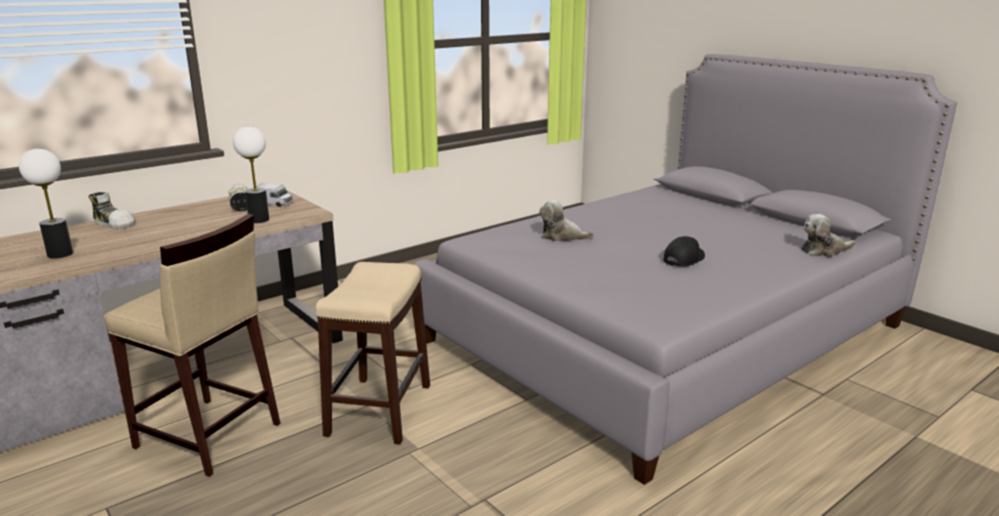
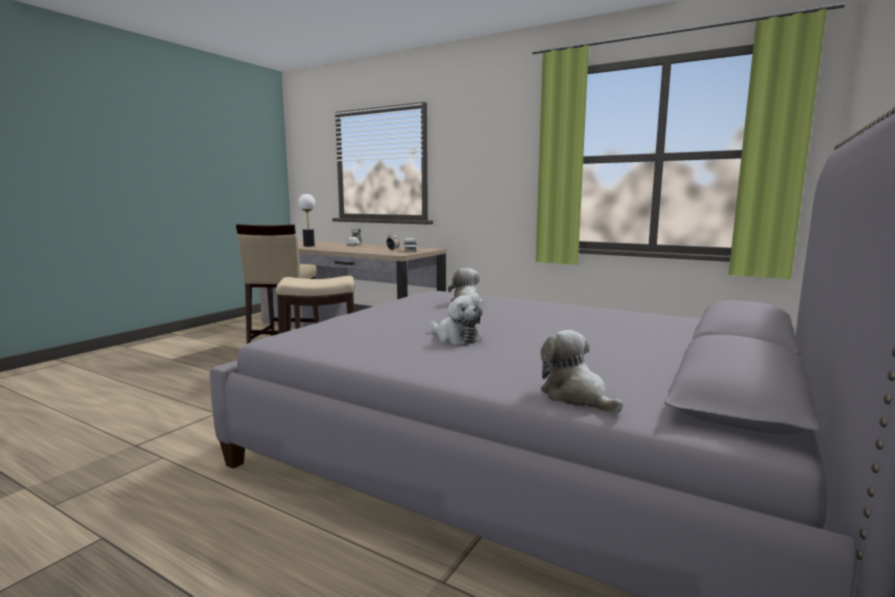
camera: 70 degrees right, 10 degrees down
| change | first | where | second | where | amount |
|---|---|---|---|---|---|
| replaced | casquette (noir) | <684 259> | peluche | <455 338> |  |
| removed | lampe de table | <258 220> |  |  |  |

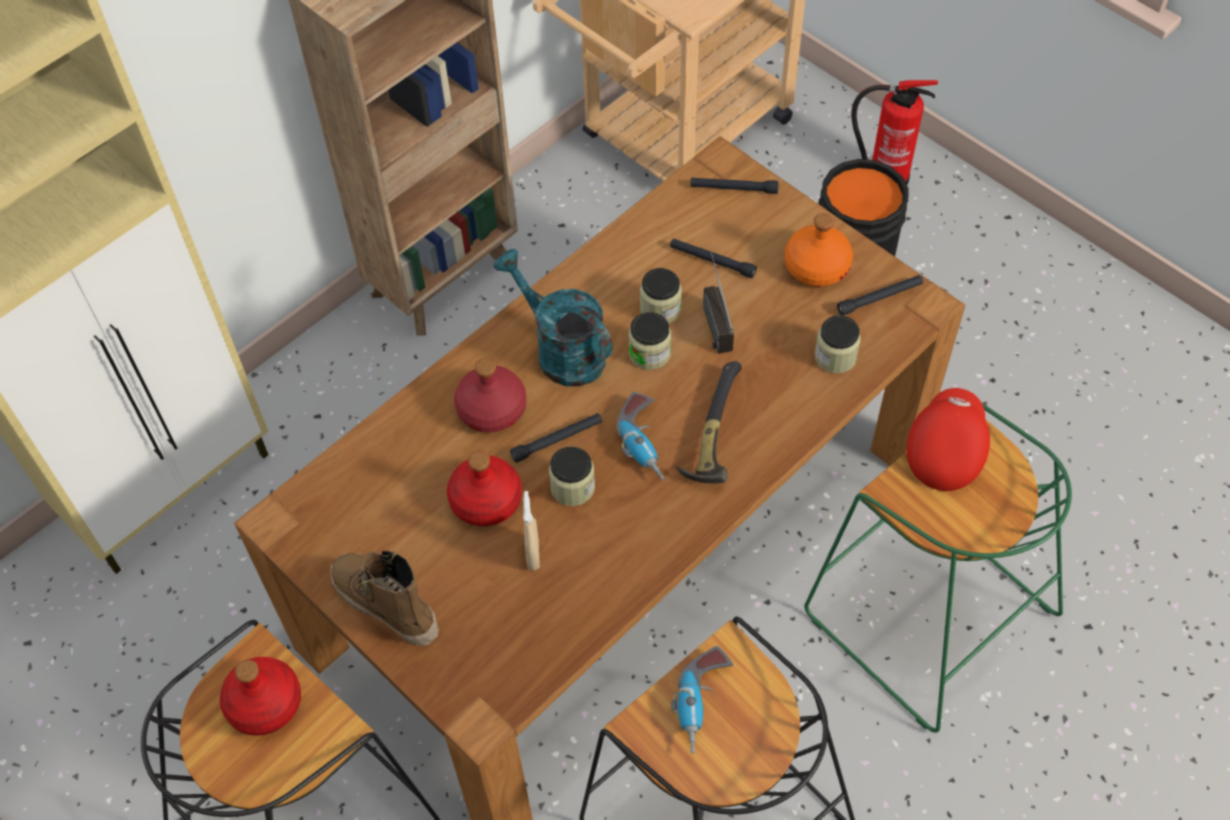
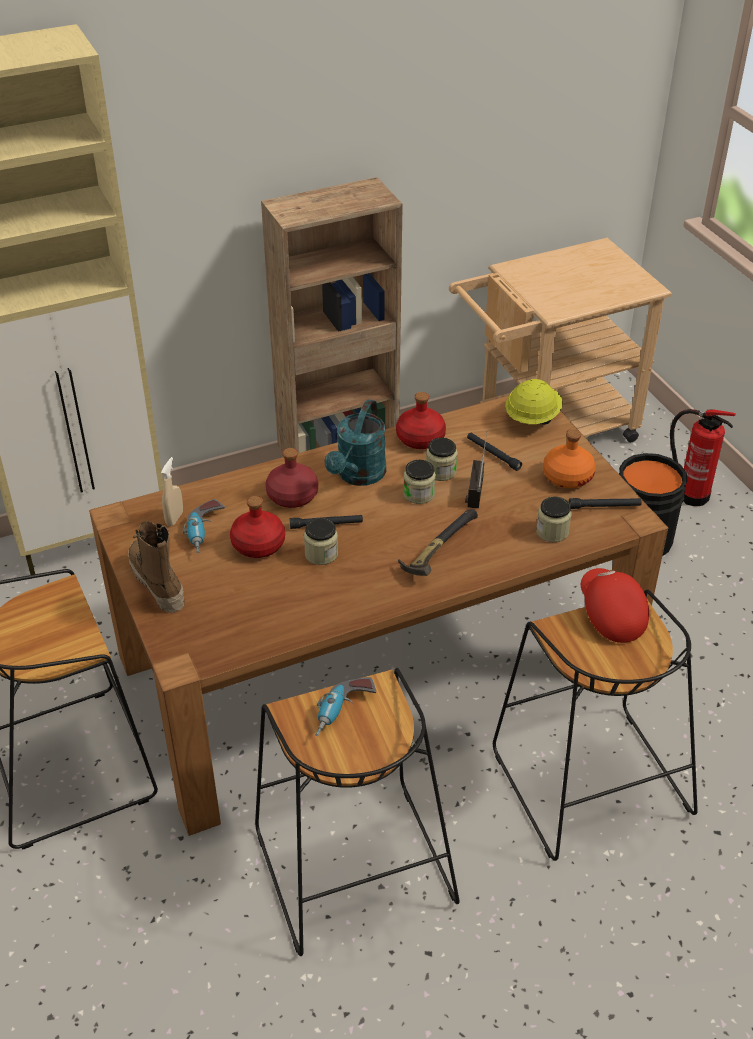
camera: 20 degrees right, 15 degrees down
| change | first | where | second | where | amount |
|---|---|---|---|---|---|
| moved | vaporisateur (beige) | <533 554> |  | <174 518> |  |
| moved | perceuse | <646 443> |  | <205 533> |  |
| turned | arrosoir (turquoise) | <561 350> |  | <358 476> | 135 degrees counterclockwise |
| moved | bouteille (rouge) | <266 703> |  | <421 438> |  |
| recoloured | tabouret (vert) | <925 613> | tabouret (noir) | <587 780> |  |
| replaced | lampe de poche (noir) | <733 189> | casque de chantier (jaune) | <532 418> |  |
| turned | casquette (rouge) | <945 448> |  | <610 614> | 60 degrees counterclockwise |

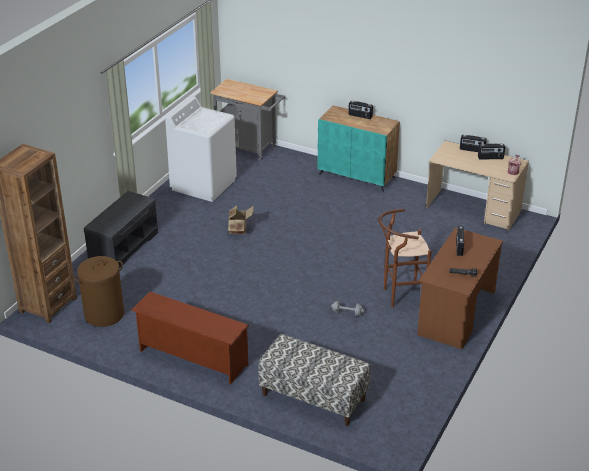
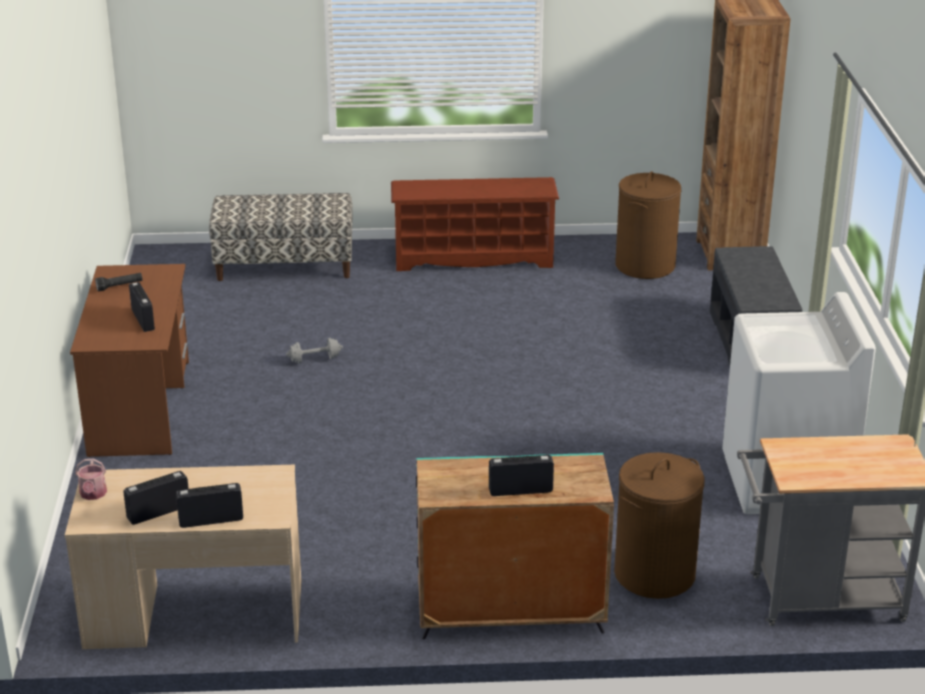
camera: 150 degrees right, 5 degrees down
| change | first | where | second | where | amount |
|---|---|---|---|---|---|
| added |  |  | panier à linge (marron) | <654 573> |  |
| removed | carton | <239 229> |  |  |  |
| removed | tabouret (marron) | <399 296> |  |  |  |

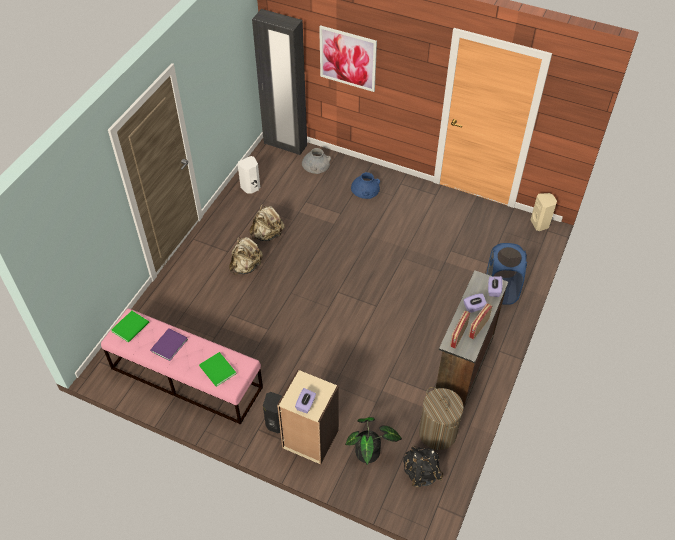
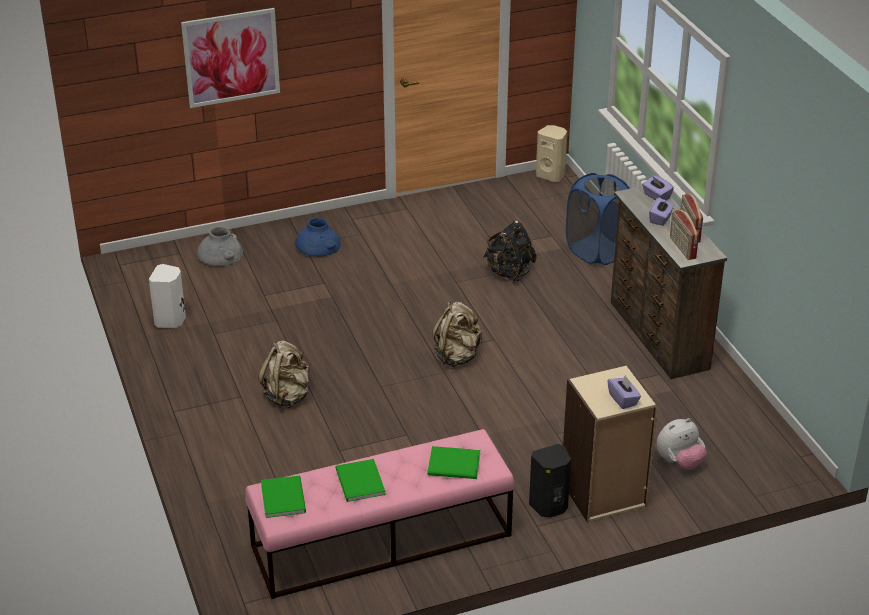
camera: 45 degrees left, 15 degrees down
| change | first | where | second | where | amount |
|---|---|---|---|---|---|
| recoloured | livre (violet) | <168 345> | livre (vert) | <359 483> |  |
| moved | sac à dos (beige) | <267 235> |  | <457 356> |  |
| moved | sac à dos (noir) | <421 473> |  | <509 272> |  |
| replaced | plante en pot | <370 453> | peluche | <679 462> |  |
| removed | armoire (noir) | <285 144> |  |  |  |
| removed | panier à linge | <437 433> |  |  |  |

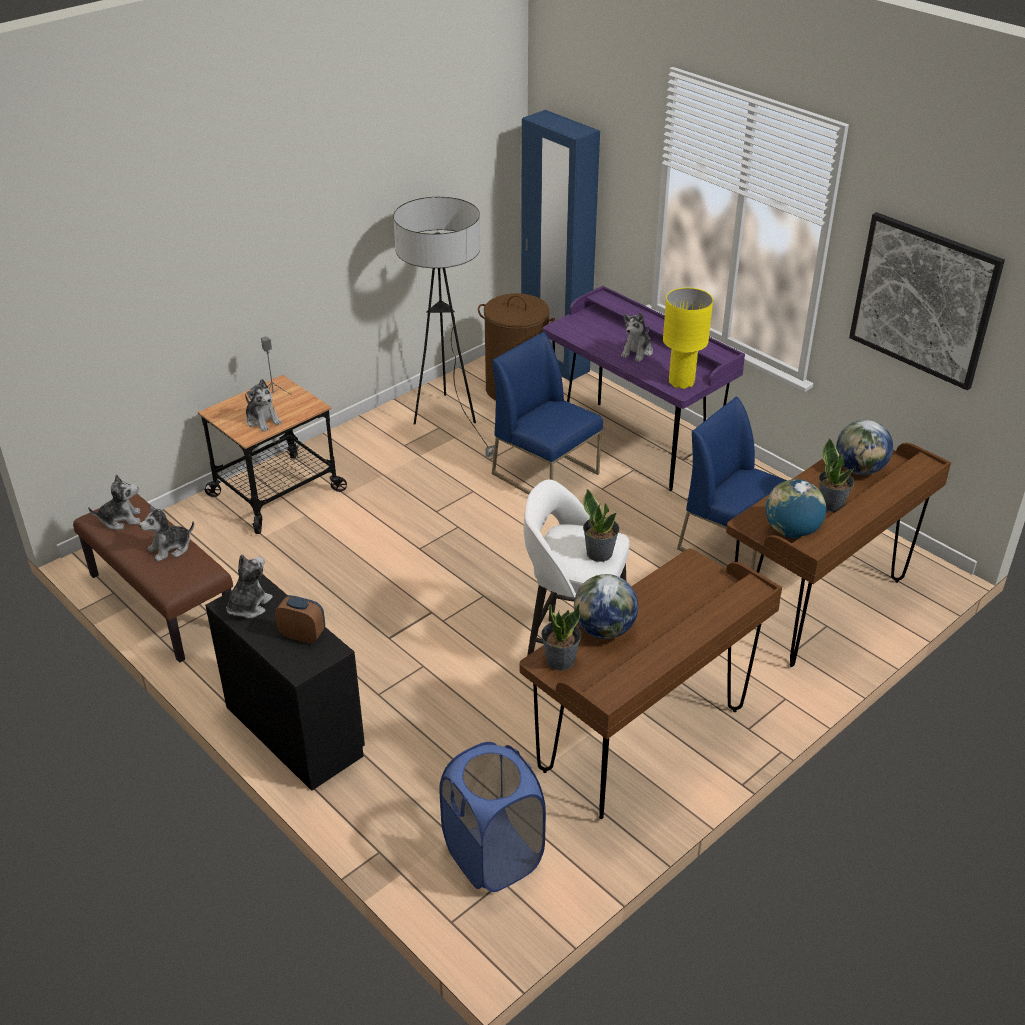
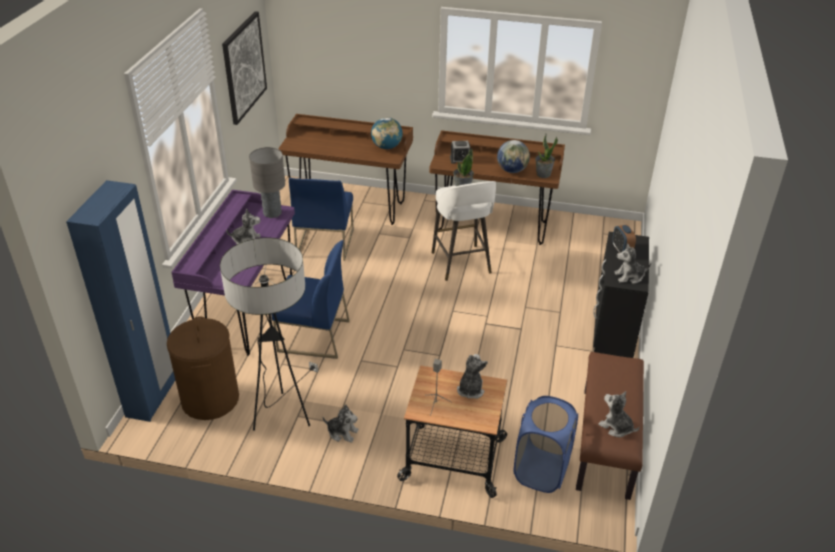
camera: 125 degrees left, 0 degrees up
| change | first | where | second | where | amount |
|---|---|---|---|---|---|
| recoloured | lampe de table (jaune) | <681 382> | lampe de table (gris) | <272 213> |  |
| turned | chaise (bleu) | <546 474> |  | <313 336> | 90 degrees counterclockwise |
| moved | peluche | <170 548> |  | <342 432> |  |
| added |  |  | réveil | <460 159> |  |
| moved | panier à linge (bleu) | <493 856> |  | <541 470> |  |
| removed | plante en pot | <831 504> |  |  |  |
| removed | globe | <860 469> |  |  |  |

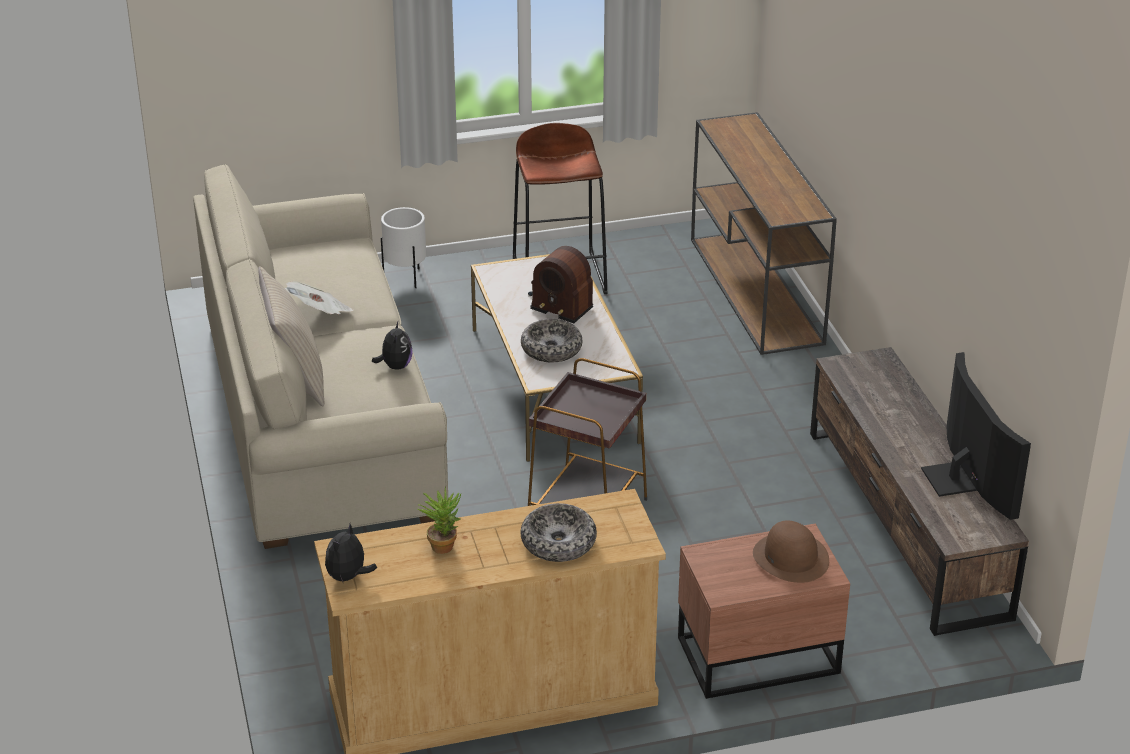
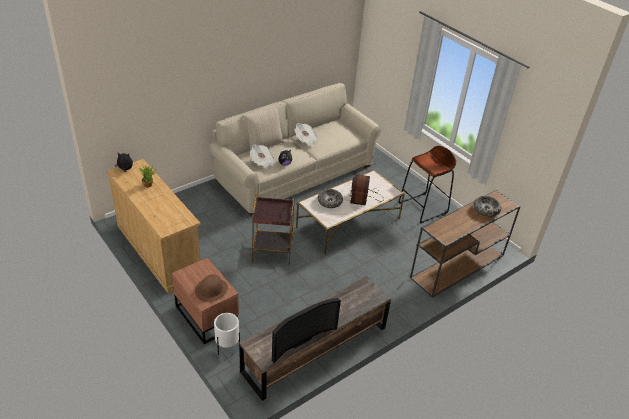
camera: 65 degrees right, 5 degrees up
| change | first | where | second | where | amount |
|---|---|---|---|---|---|
| moved | cache-pot (blanc) | <406 279> |  | <227 347> |  |
| added |  |  | journal | <262 162> |  |
| moved | bol | <558 542> |  | <486 209> |  |

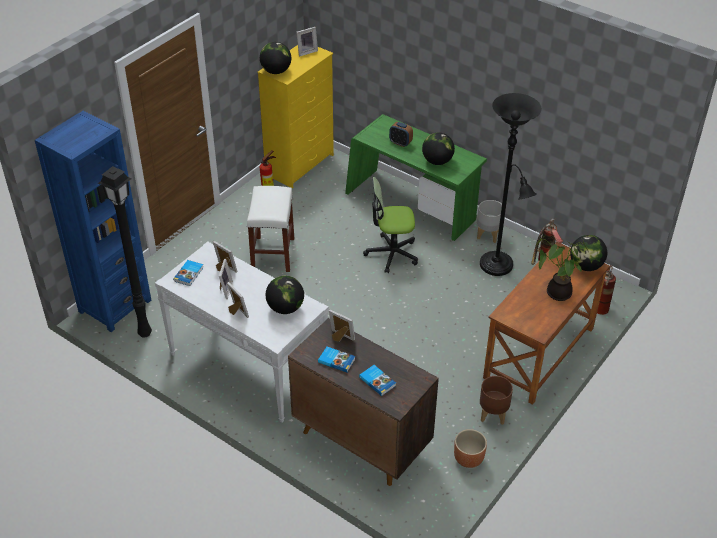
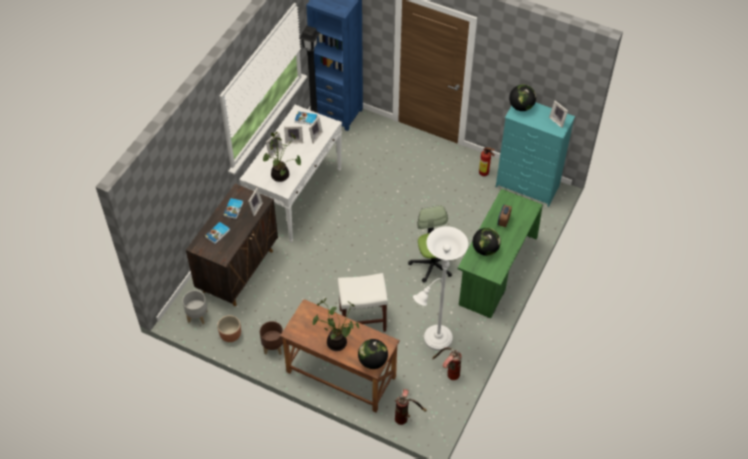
camera: 80 degrees right, 10 degrees up
| change | first | where | second | where | amount |
|---|---|---|---|---|---|
| moved | cache-pot (gris) | <488 235> |  | <197 316> |  |
| replaced | globe | <285 308> | plante en pot | <282 176> |  |
| moved | tabouret (blanc) | <272 253> |  | <363 319> |  |
| recoloured | lampadaire (noir) | <499 267> | lampadaire (blanc) | <435 340> |  |
| recoloured | commode (jaune) | <300 165> | commode (turquoise) | <527 187> |  |

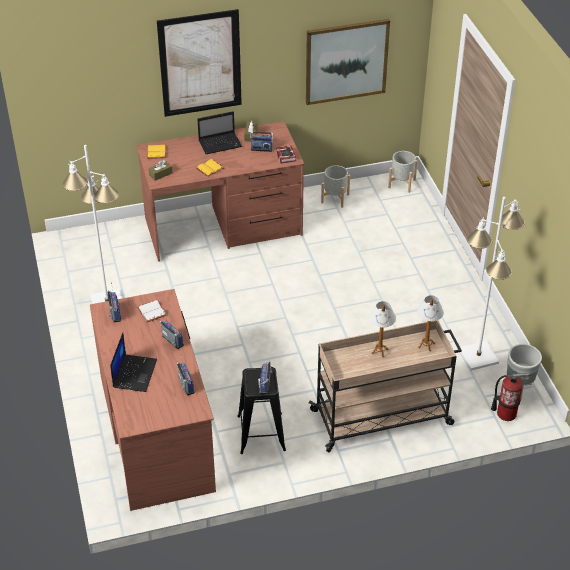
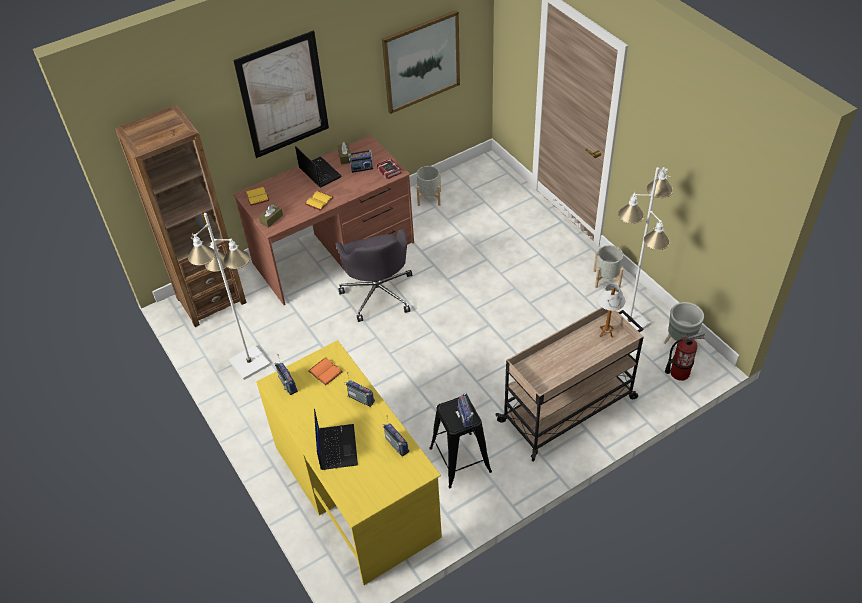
camera: 15 degrees left, 5 degrees up
| change | first | where | second | where | amount |
|---|---|---|---|---|---|
| added |  |  | bibliothèque (marron) | <211 300> |  |
| recoloured | bureau (marron) | <156 432> | bureau (jaune) | <356 489> |  |
| turned | ordinateur portable | <221 144> |  | <319 172> | 90 degrees counterclockwise |
| recoloured | livre (blanc) | <150 311> | livre (orange) | <324 372> |  |
| added |  |  | chaise de bureau (gris) | <378 293> |  |
| moved | cache-pot (gris) | <401 183> |  | <606 279> |  |
| removed | lampe de table | <379 351> |  |  |  |

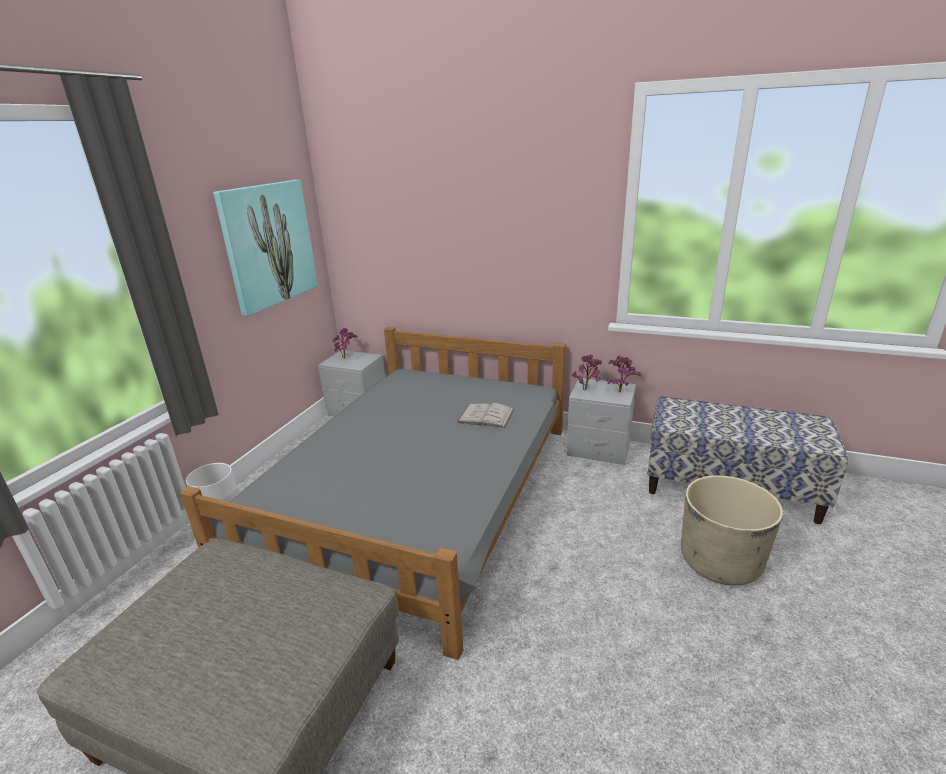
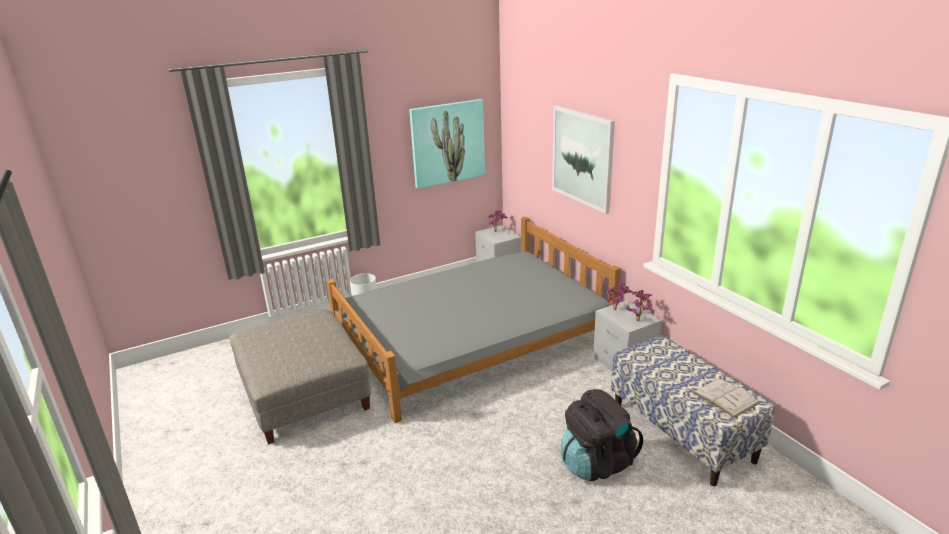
camera: 40 degrees right, 0 degrees up
| change | first | where | second | where | amount |
|---|---|---|---|---|---|
| added |  |  | tableau | <582 157> |  |
| replaced | cache-pot (beige) | <720 561> | sac à dos (noir) | <596 463> |  |
| moved | livre (blanc) | <486 416> |  | <725 397> |  |

